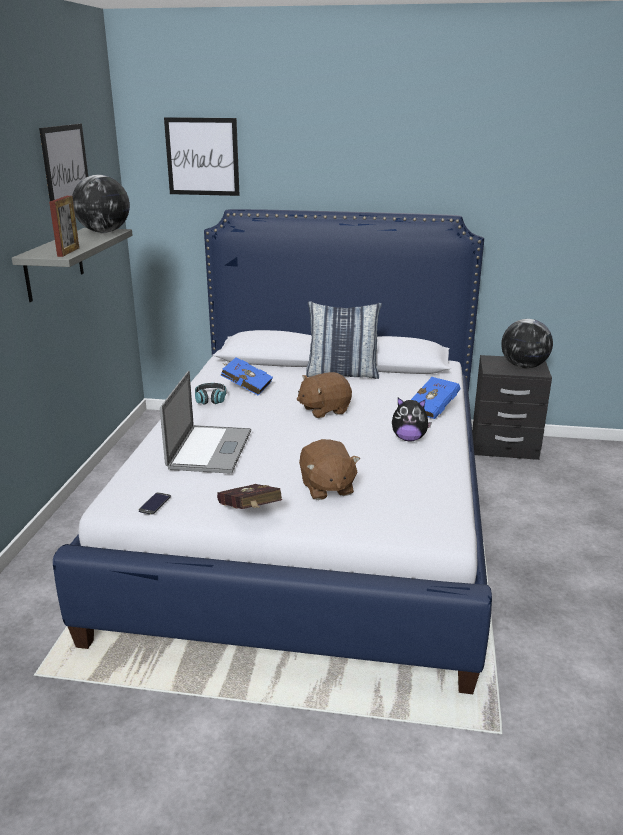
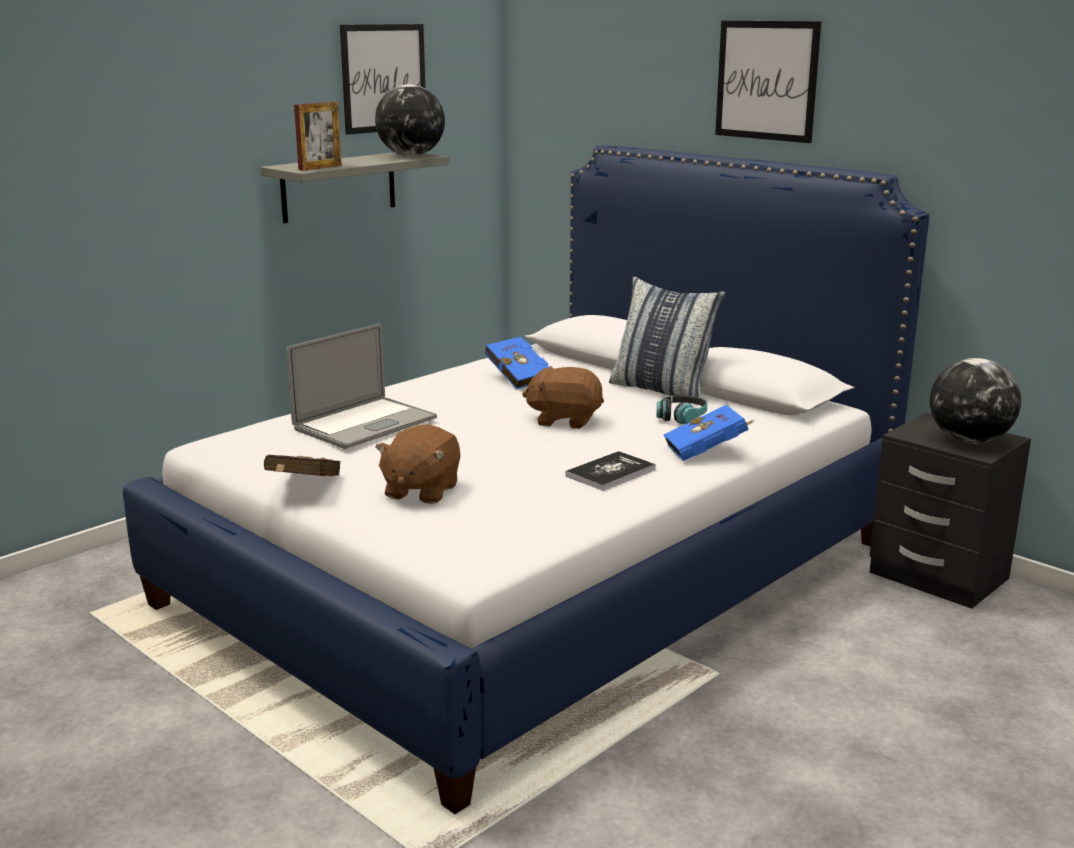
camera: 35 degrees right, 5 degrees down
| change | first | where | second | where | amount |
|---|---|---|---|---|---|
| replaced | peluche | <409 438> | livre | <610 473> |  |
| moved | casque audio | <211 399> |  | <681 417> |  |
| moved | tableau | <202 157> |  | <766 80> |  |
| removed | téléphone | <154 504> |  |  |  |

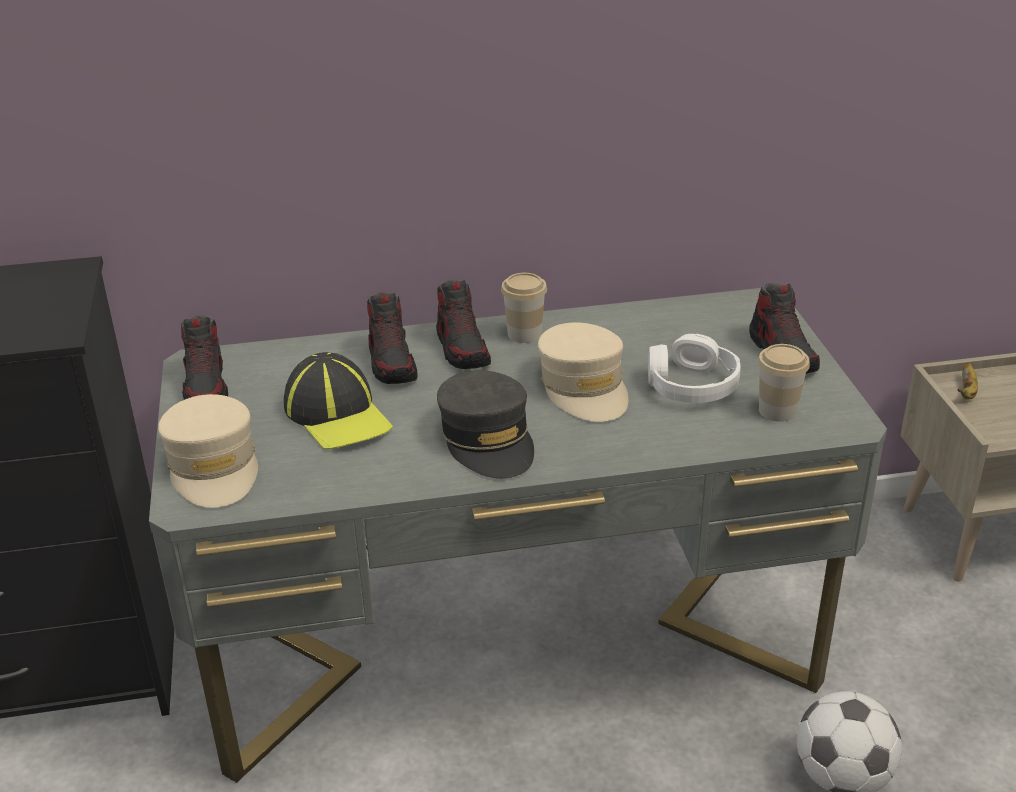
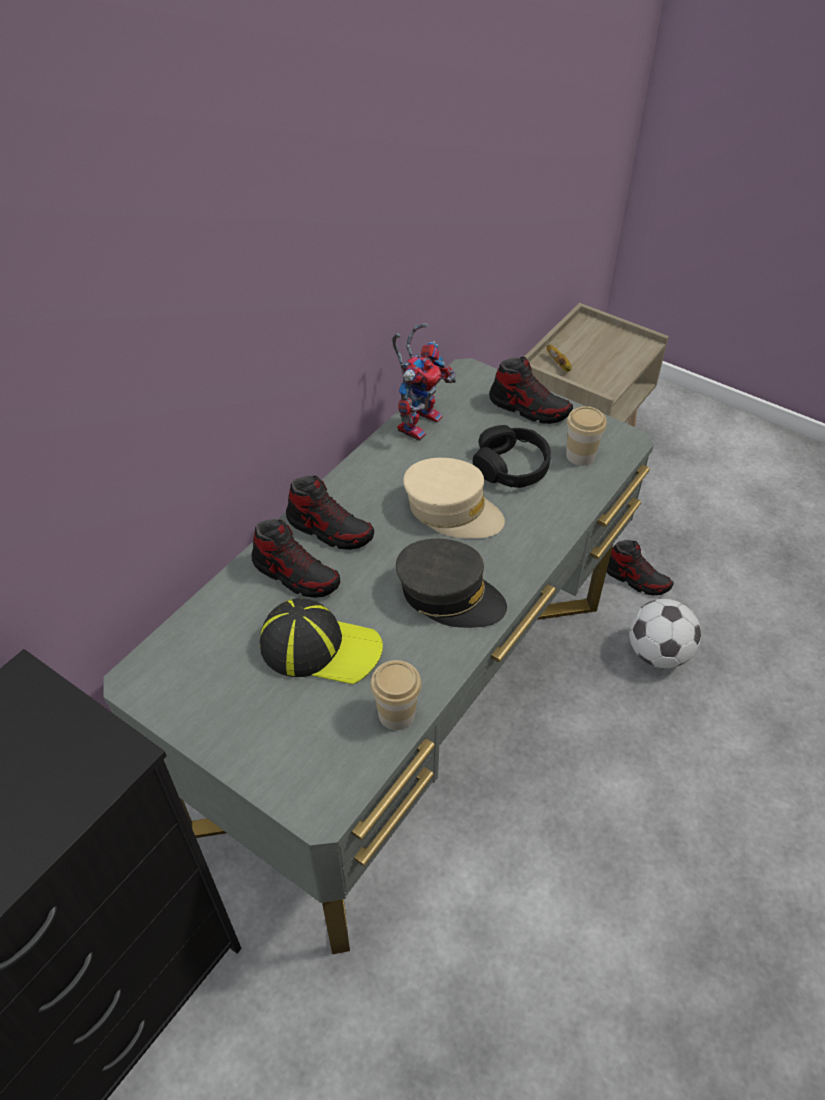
camera: 45 degrees left, 15 degrees up
| change | first | where | second | where | amount |
|---|---|---|---|---|---|
| moved | tasse | <524 334> |  | <396 714> |  |
| added |  |  | robot jouet | <419 420> |  |
| recoloured | casque audio (blanc) | <691 385> | casque audio (noir) | <511 466> |  |
| moved | chaussure | <207 387> |  | <636 579> |  |
| removed | casquette (beige) | <213 466> |  |  |  |

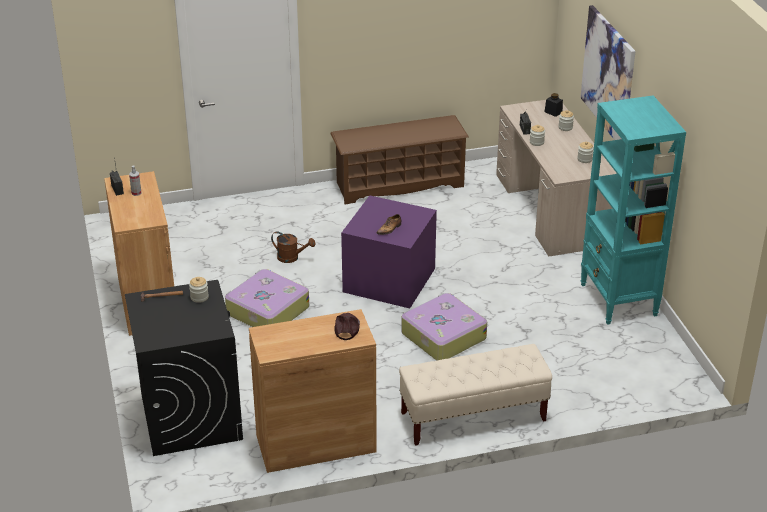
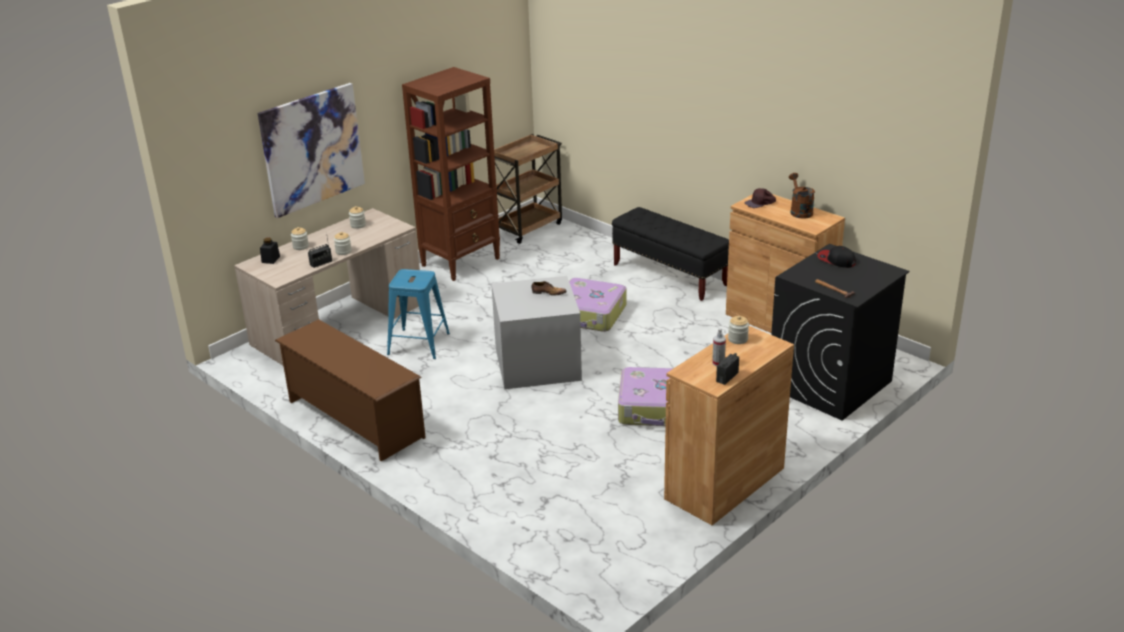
camera: 120 degrees left, 5 degrees down
| change | first | where | second | where | amount |
|---|---|---|---|---|---|
| added |  |  | tabouret (bleu) | <418 344> |  |
| recoloured | bibliothèque (turquoise) | <618 300> | bibliothèque (marron) | <461 262> |  |
| recoloured | boîte de rangement (violet) | <390 280> | boîte de rangement (gris) | <536 363> |  |
| added |  |  | chariot (marron) | <528 227> |  |
| recoloured | banc (beige) | <473 417> | banc (noir) | <670 275> |  |
| moved | bocal | <199 297> |  | <738 339> |  |
| moved | arrosoir (marron) | <292 258> |  | <799 211> |  |
| added |  |  | casquette | <836 260> |  |

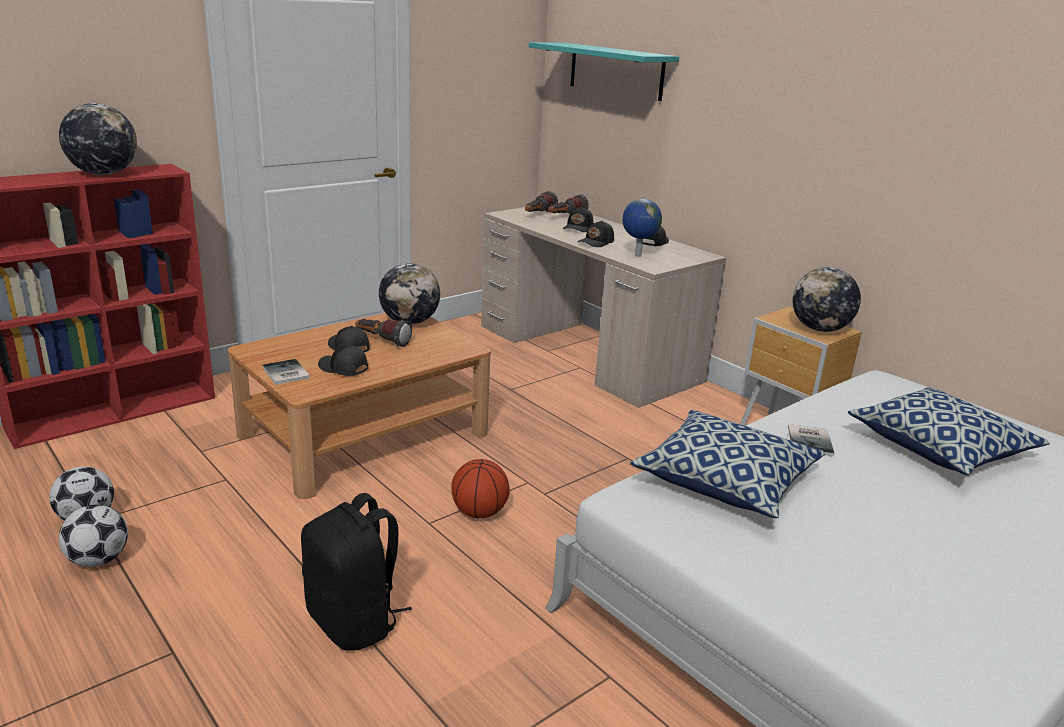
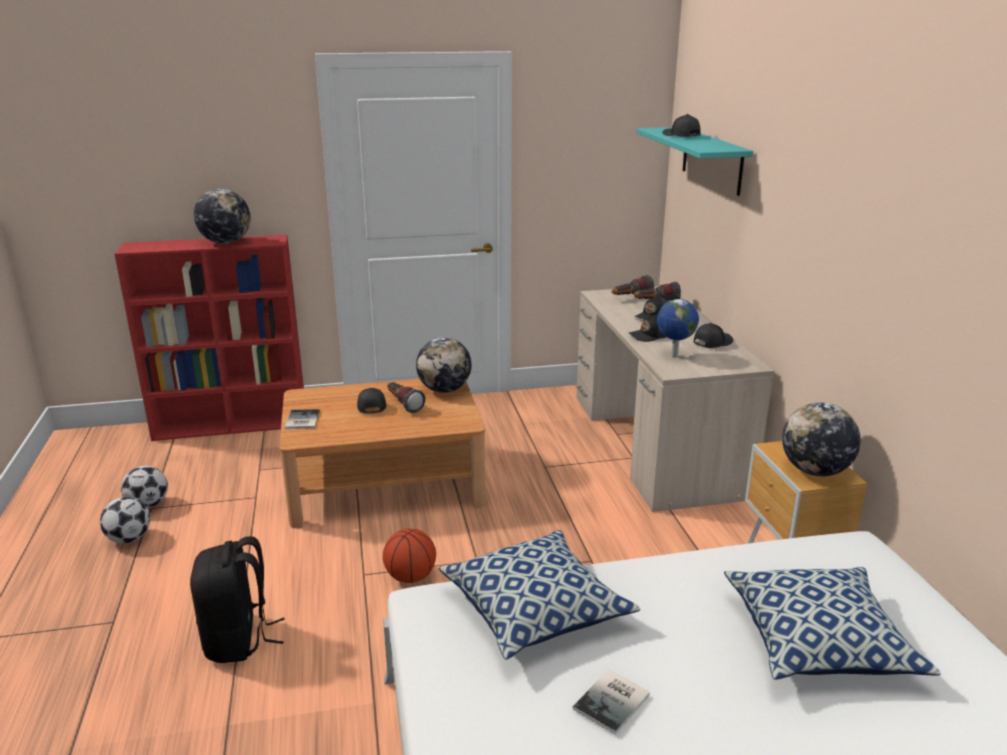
camera: 30 degrees right, 0 degrees up
| change | first | where | second | where | amount |
|---|---|---|---|---|---|
| moved | livre | <811 440> |  | <614 702> |  |
| moved | casquette (noir) | <343 368> |  | <681 135> |  |

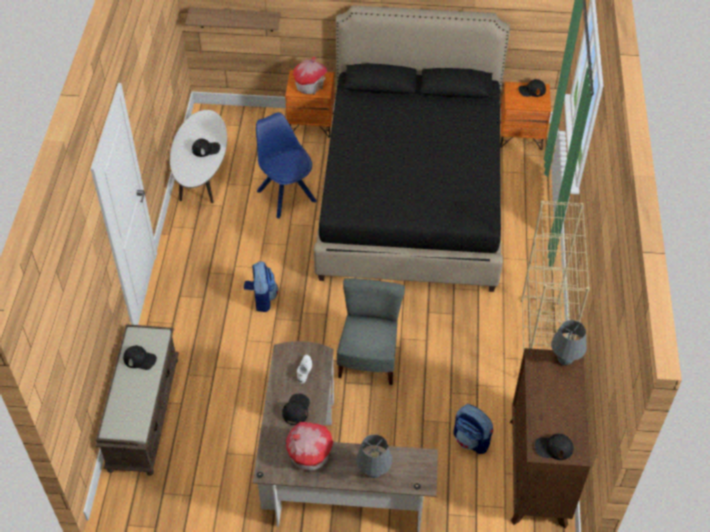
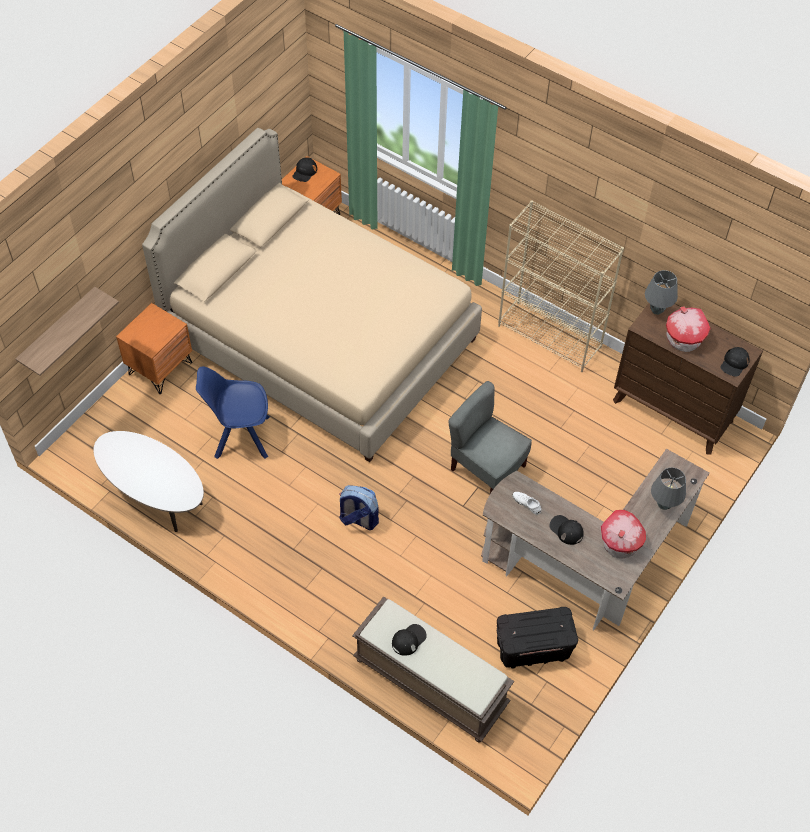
camera: 60 degrees left, 5 degrees up
| change | first | where | second | where | amount |
|---|---|---|---|---|---|
| recoloured | lit (noir) | <411 196> | lit (beige) | <321 339> |  |
| added |  |  | boîte de rangement (noir) | <532 648> |  |
| moved | maison miniature | <310 86> |  | <683 339> |  |
| removed | casquette (noir) | <206 149> |  |  |  |
| removed | sac à dos | <472 440> |  |  |  |

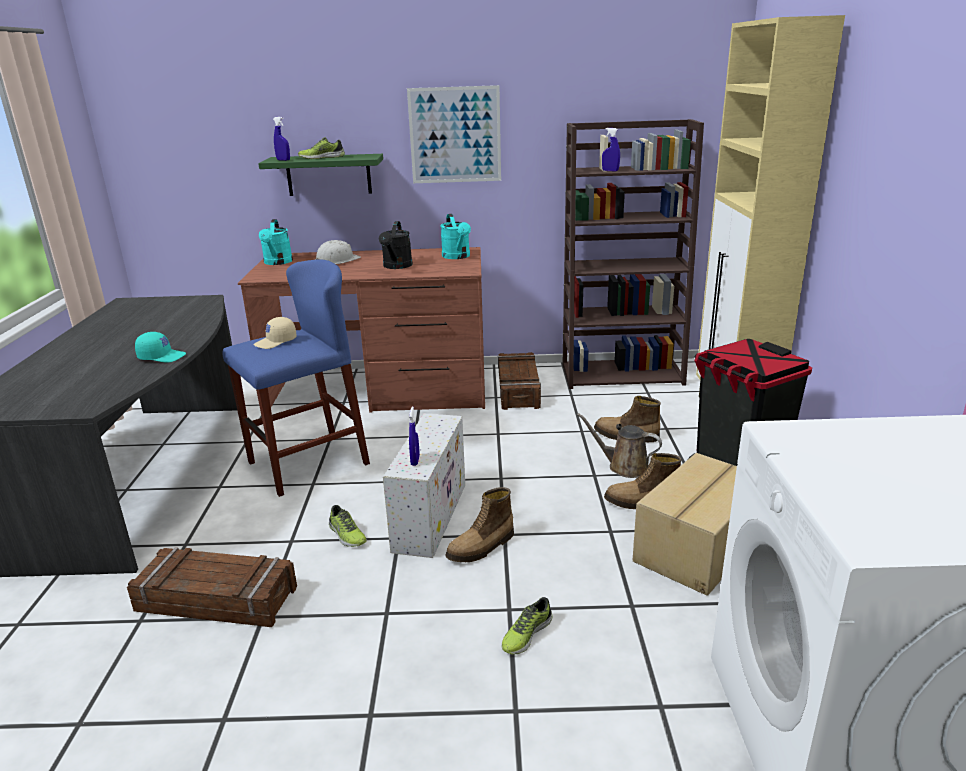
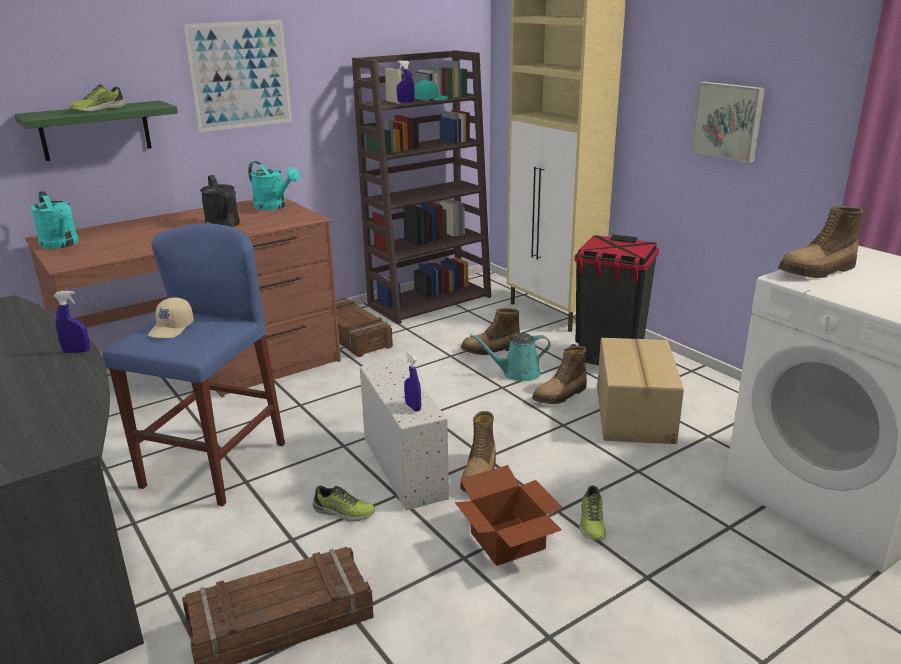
camera: 35 degrees left, 0 degrees up
| change | first | where | second | where | amount |
|---|---|---|---|---|---|
| moved | vaporisateur (bleu) | <283 160> |  | <76 351> |  |
| moved | casquette (turquoise) | <162 356> |  | <430 99> |  |
| added |  |  | carton | <507 542> |  |
| recoloured | arrosoir (marron) | <624 467> | arrosoir (turquoise) | <517 373> |  |
| added |  |  | tableau | <728 121> |  |
| added |  |  | botte | <818 271> |  |
| removed | casque de chantier (blanc) | <337 261> |  |  |  |

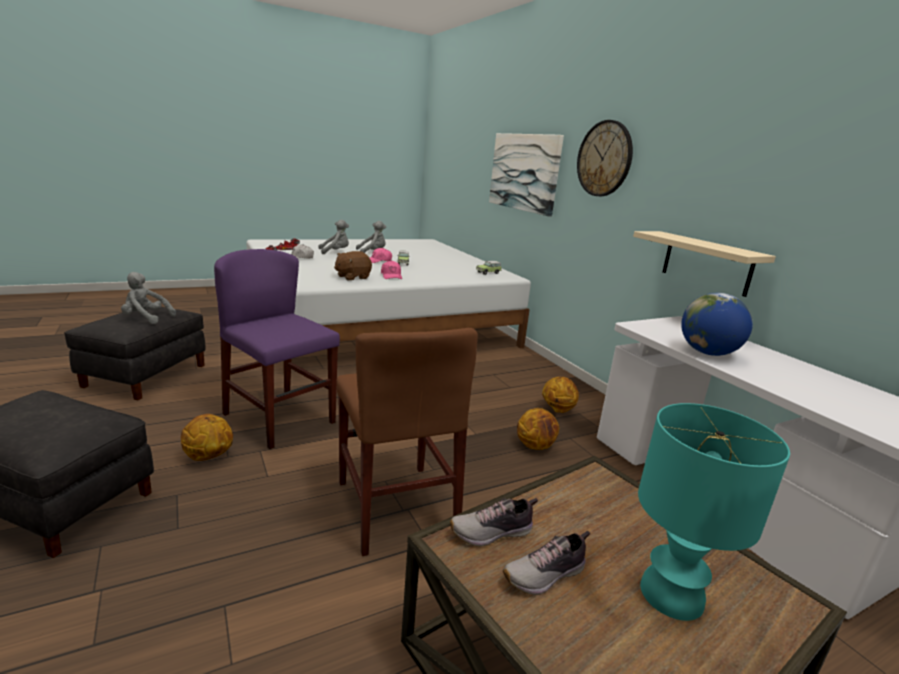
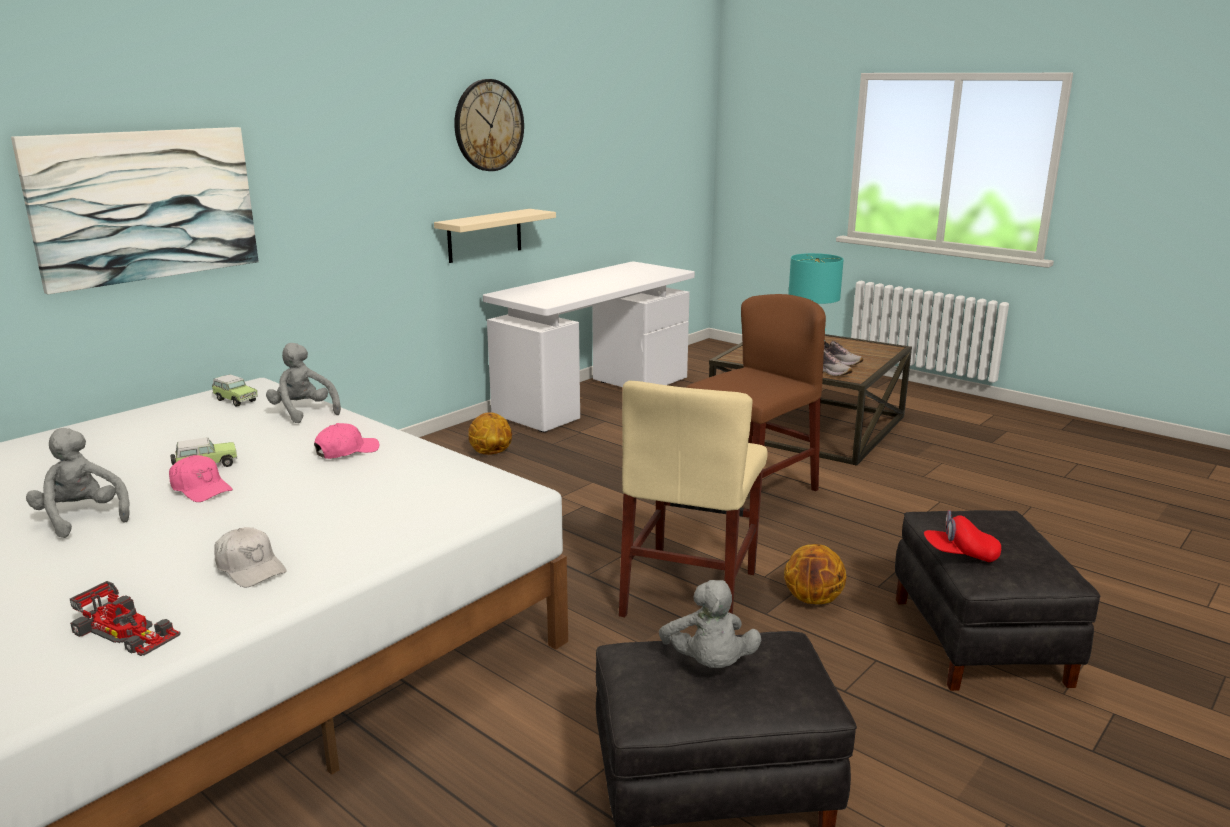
camera: 110 degrees left, 0 degrees up
| change | first | where | second | where | amount |
|---|---|---|---|---|---|
| moved | peluche (gris) | <335 252> |  | <303 412> |  |
| moved | horloge murale | <604 159> |  | <488 125> |  |
| recoloured | chaise (violet) | <279 418> | chaise (beige) | <690 593> |  |
| added |  |  | casquette (rouge) | <960 554> |  |
| removed | peluche (marron) | <352 277> |  |  |  |
| removed | ballon de basket | <536 446> |  |  |  |
| removed | globe | <708 353> |  |  |  |

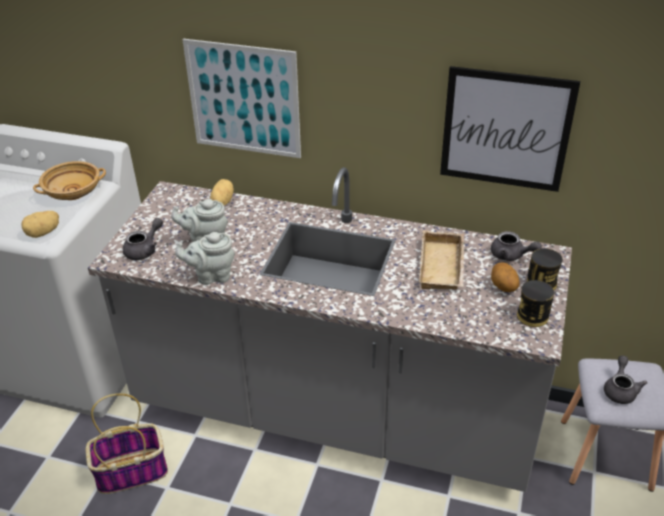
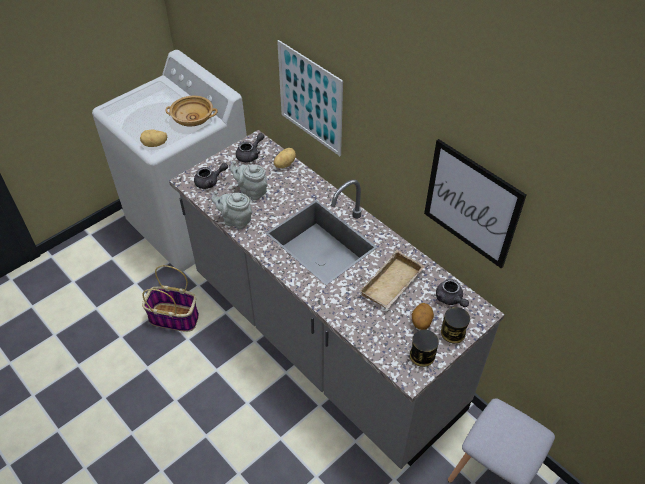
camera: 30 degrees right, 10 degrees up
| change | first | where | second | where | amount |
|---|---|---|---|---|---|
| moved | théière (gris) | <620 389> |  | <250 155> |  |

